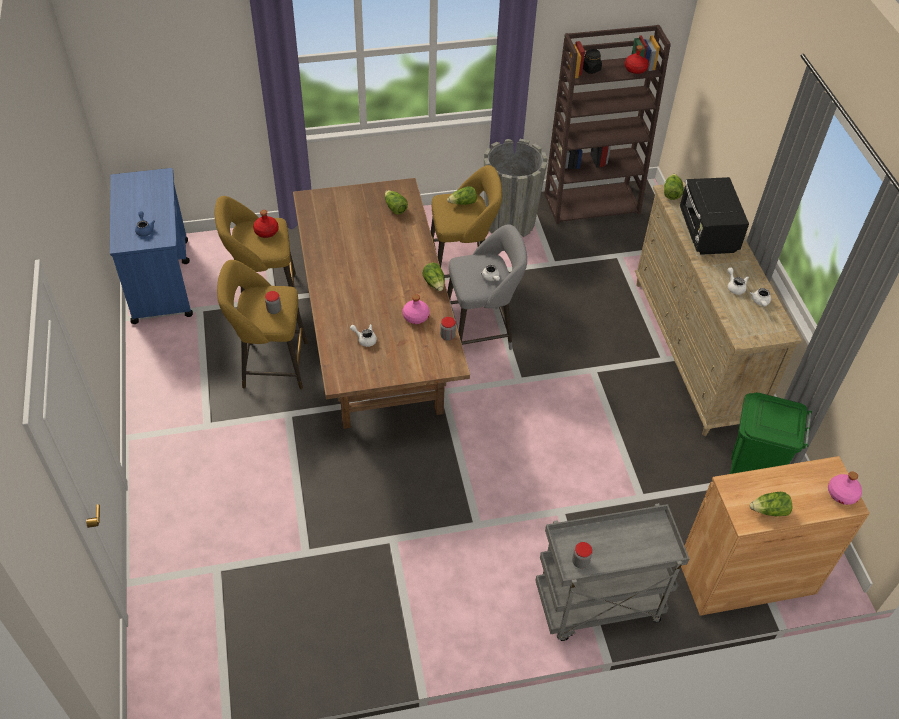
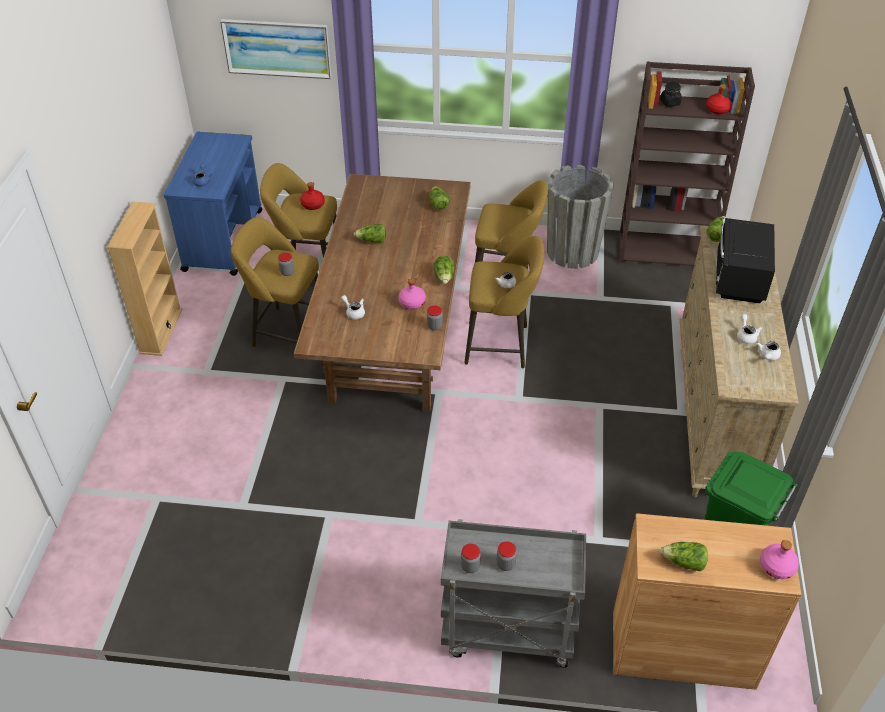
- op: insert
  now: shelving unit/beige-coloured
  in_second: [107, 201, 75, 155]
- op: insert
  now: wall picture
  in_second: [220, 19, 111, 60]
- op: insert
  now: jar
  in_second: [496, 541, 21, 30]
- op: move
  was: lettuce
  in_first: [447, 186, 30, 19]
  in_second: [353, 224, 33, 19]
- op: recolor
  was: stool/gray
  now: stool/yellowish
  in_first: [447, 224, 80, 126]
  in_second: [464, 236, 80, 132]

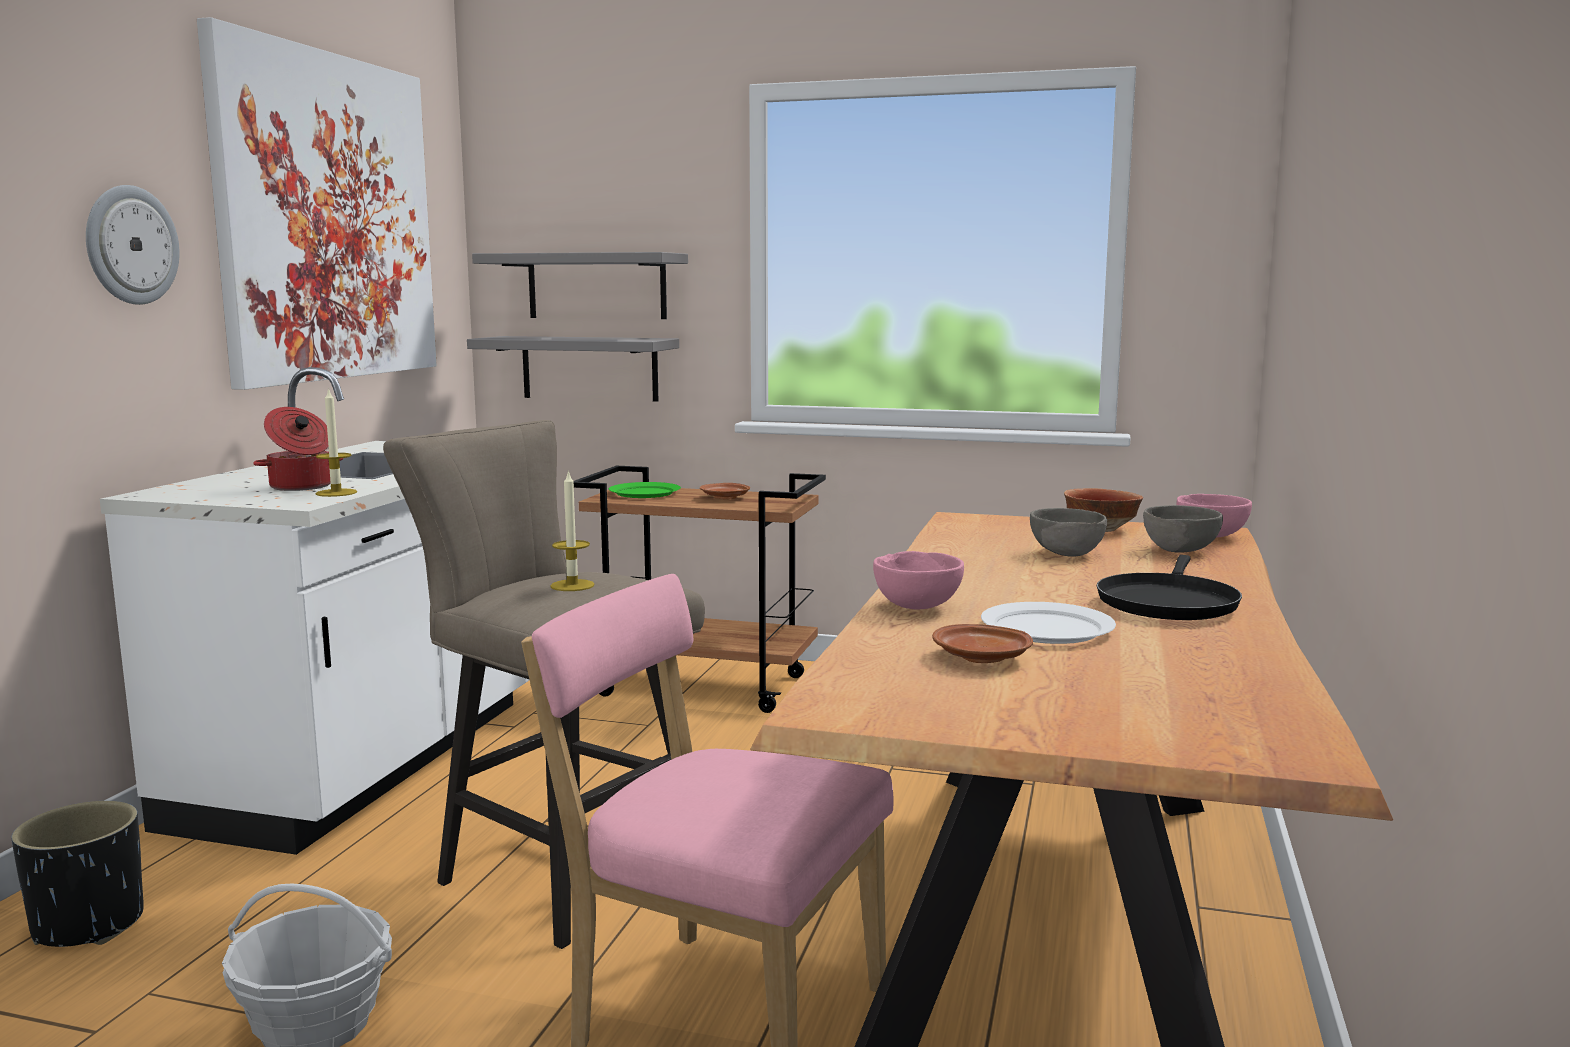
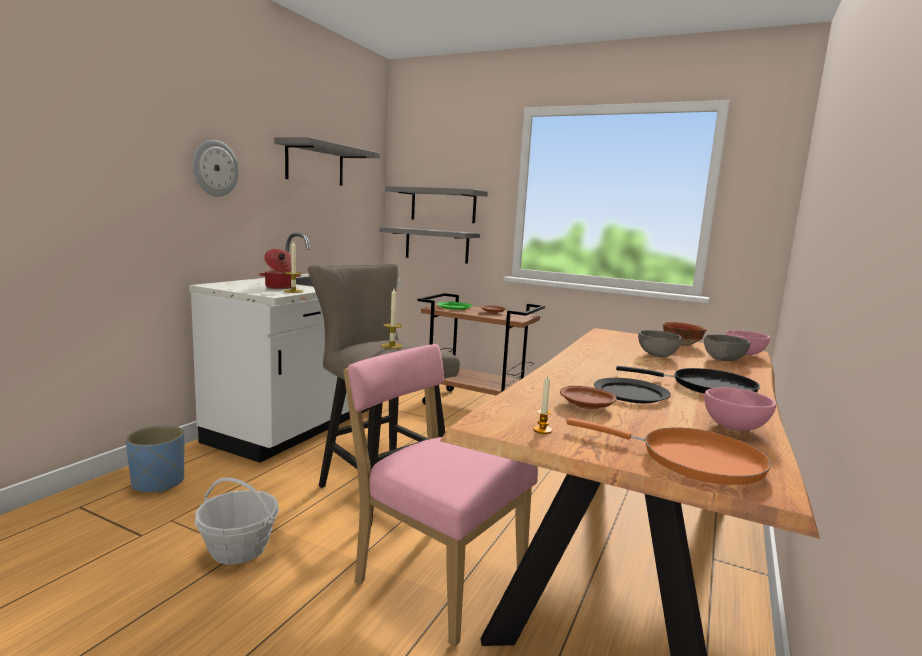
- op: insert
  now: candle
  in_second: [533, 377, 19, 57]
- op: insert
  now: frying pan/orangey
  in_second: [566, 418, 205, 67]
- op: move
  was: bowl/pinkish
  in_first: [873, 551, 91, 58]
  in_second: [704, 387, 72, 44]
- op: replace
  was: wall picture
  now: shelf/gray
  in_first: [197, 17, 240, 373]
  in_second: [275, 137, 105, 49]
- op: recolor
  was: flower pot/black
  now: flower pot/bluish
  in_first: [11, 801, 133, 146]
  in_second: [126, 425, 58, 68]
- op: recolor
  was: plate/white-coloured
  now: plate/black
  in_first: [981, 602, 135, 42]
  in_second: [594, 378, 77, 25]
- op: rotate
  was: frying pan/black
  in_first: [1097, 555, 145, 65]
  in_second: [616, 366, 144, 28]
  clockwise: -105

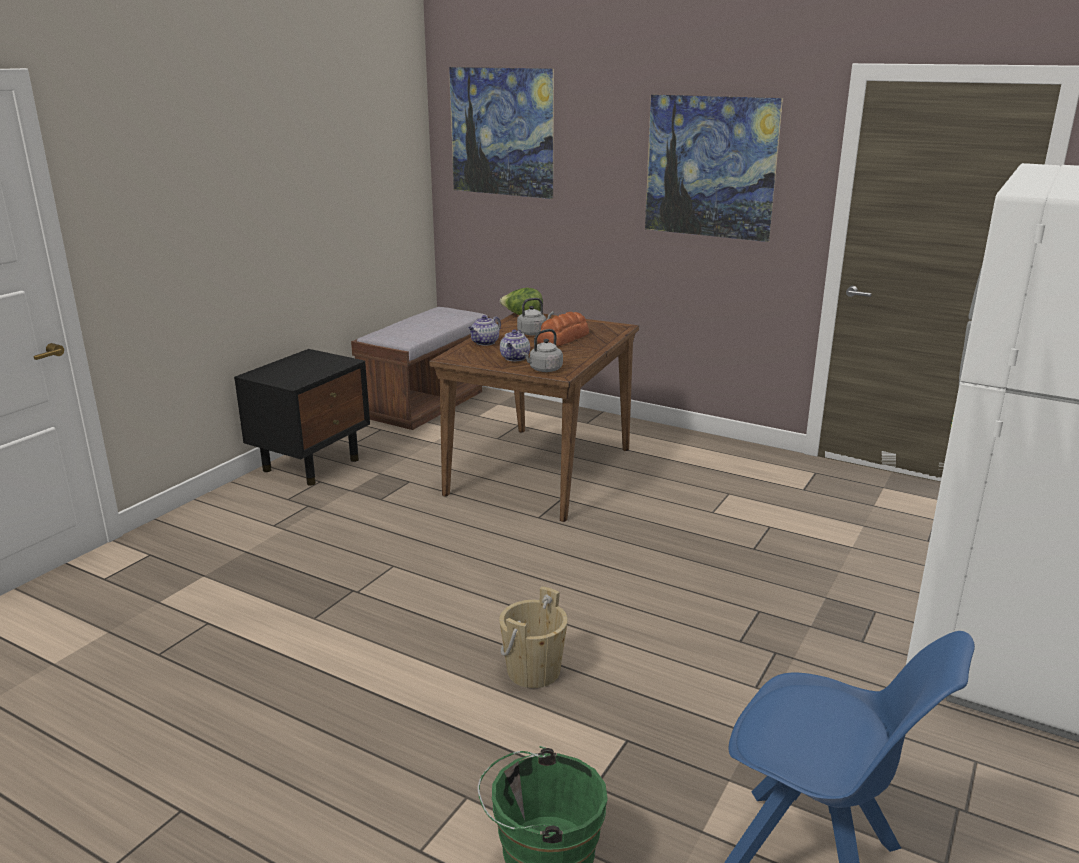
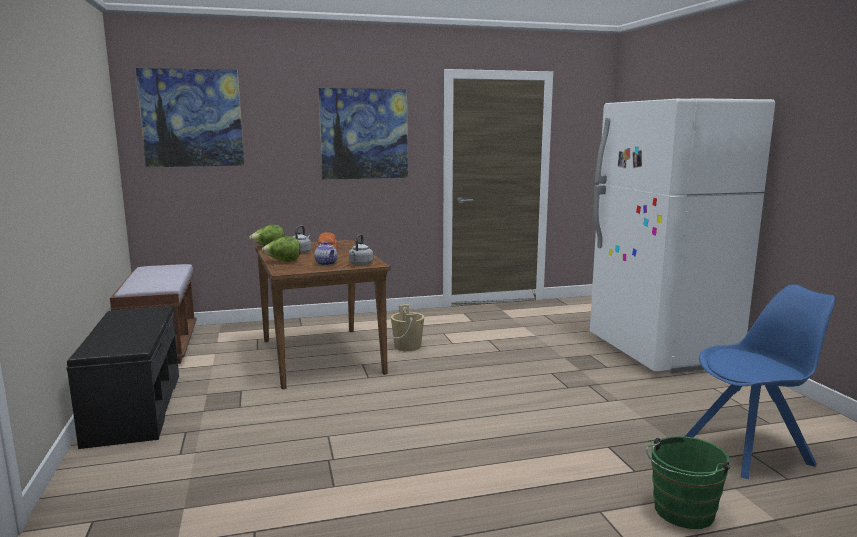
- op: move
  was: bucket/beige-coloured
  in_first: [499, 586, 69, 102]
  in_second: [391, 304, 33, 47]
- op: replace
  was: night table/black
  now: bench/black
  in_first: [234, 349, 136, 137]
  in_second: [67, 307, 112, 142]
- op: replace
  was: tea pot
  now: lettuce
  in_first: [468, 315, 33, 30]
  in_second: [262, 236, 39, 26]

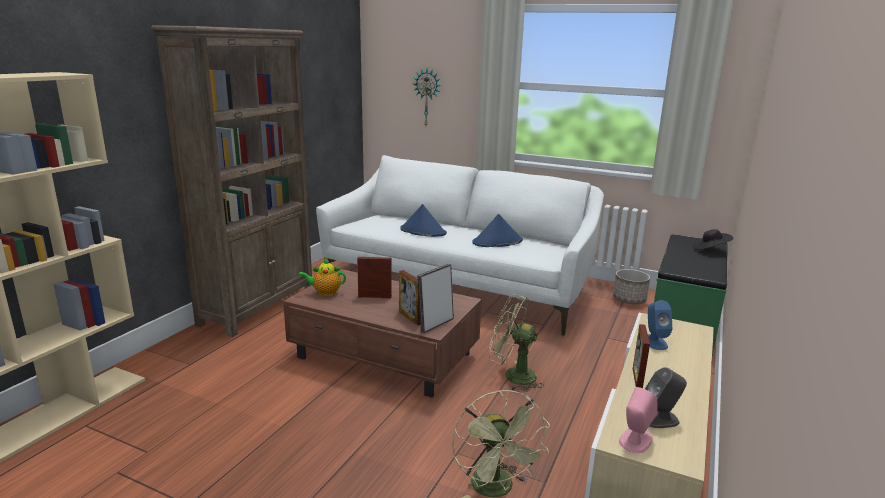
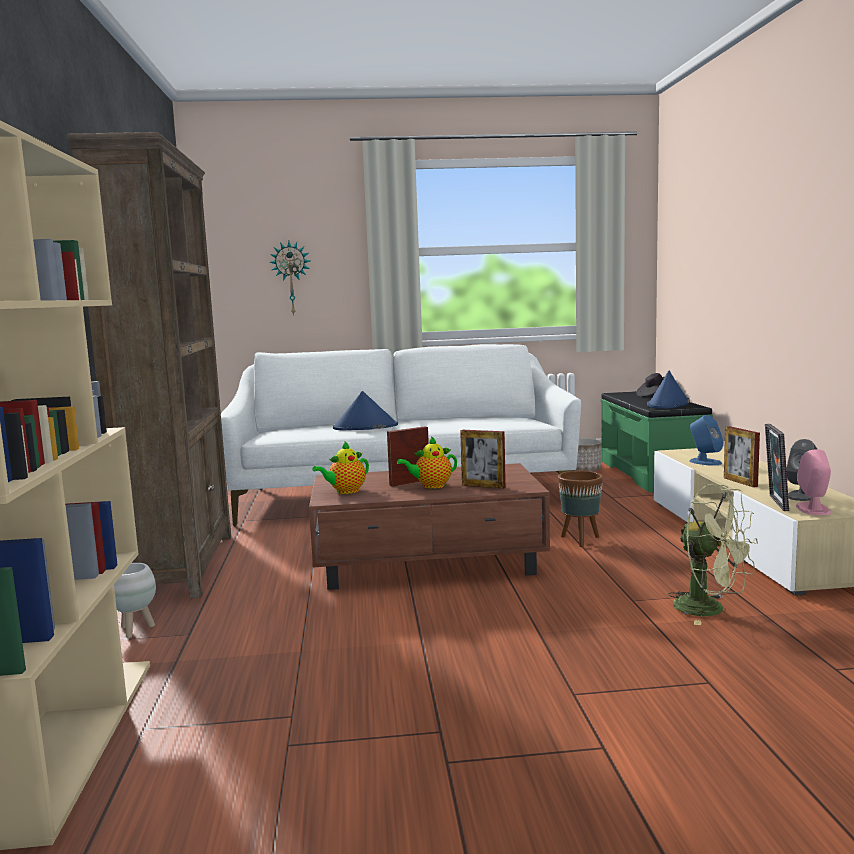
- op: insert
  now: flower pot/white-coloured
  in_second: [114, 563, 42, 75]
- op: insert
  now: tea pot
  in_second: [397, 436, 60, 53]
- op: move
  was: picture frame
  in_first: [417, 264, 37, 69]
  in_second: [765, 424, 24, 87]
- op: move
  was: hat/bluish
  in_first: [473, 214, 50, 33]
  in_second: [647, 370, 43, 39]
- op: replace
  was: fan/green-coloured
  now: flower pot/brown
  in_first: [489, 294, 55, 98]
  in_second: [558, 471, 45, 76]

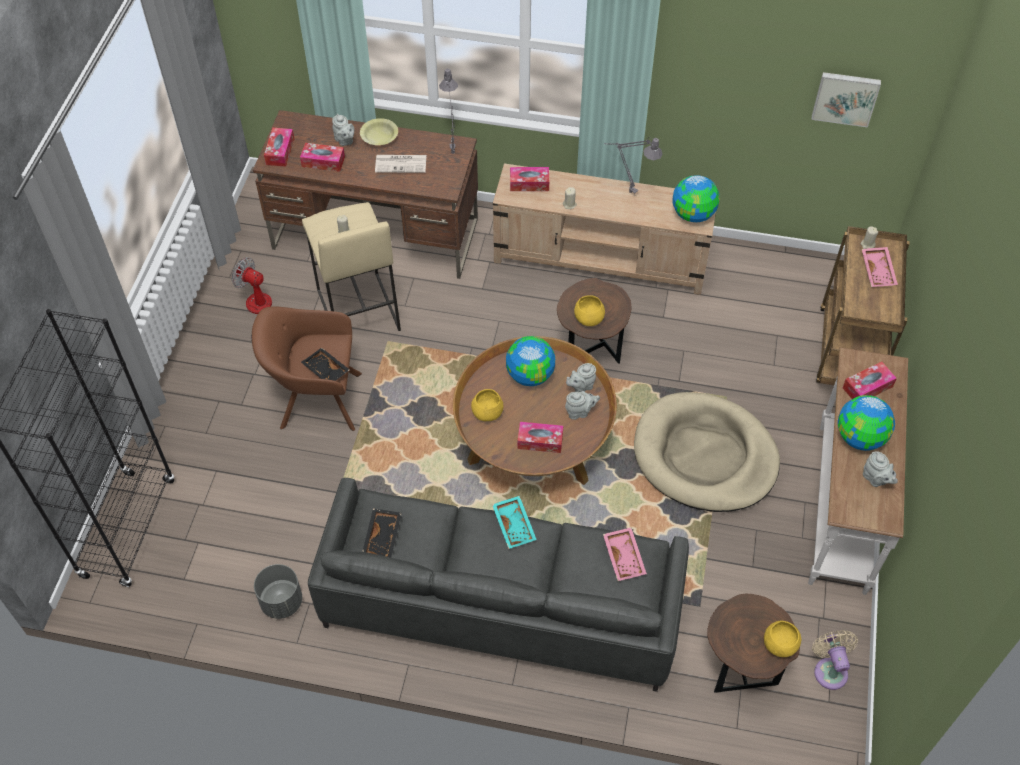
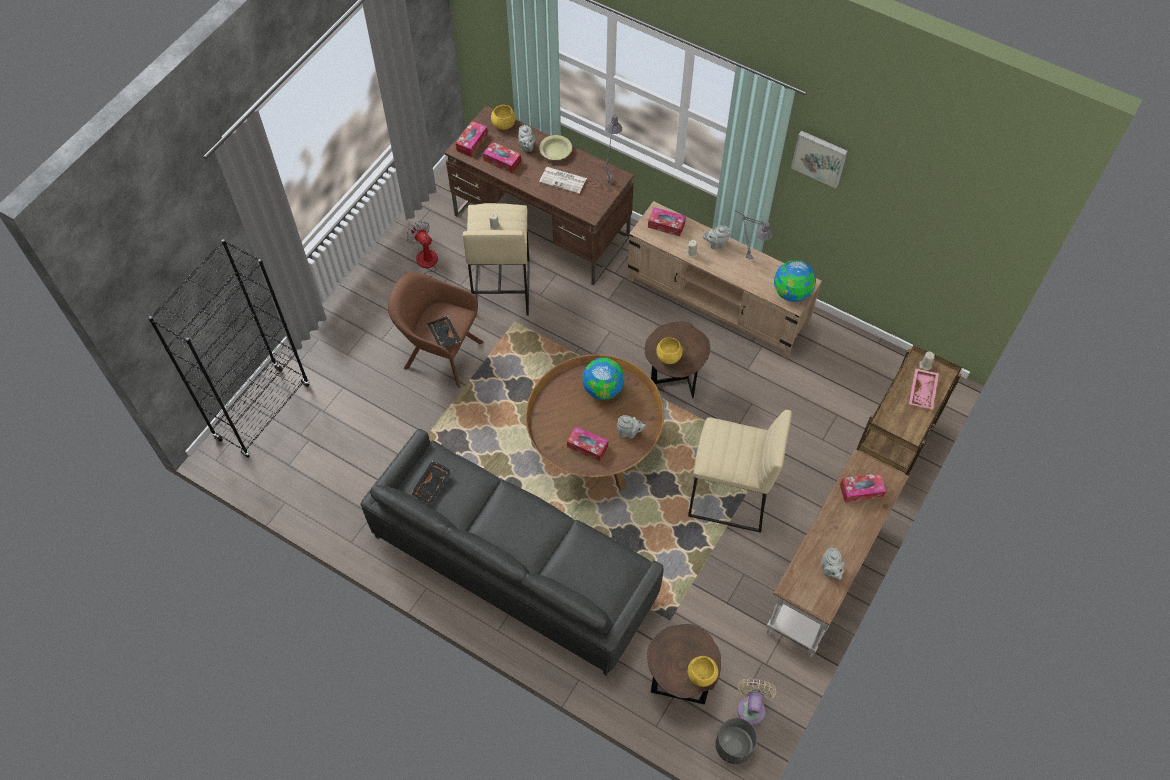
- op: delete
  was: carrying tray/blue-green
  in_first: [492, 496, 45, 53]
- op: delete
  was: carrying tray/pinkish
  in_first: [603, 527, 44, 54]
- op: delete
  was: globe
  in_first: [838, 395, 57, 56]
- op: move
  was: flower pot/gray
  in_first: [254, 564, 48, 55]
  in_second: [716, 718, 41, 46]
- op: move
  was: bowl/yellowish
  in_first: [471, 389, 32, 32]
  in_second: [491, 105, 24, 25]
- op: move
  was: tea pot/gray
  in_first: [566, 363, 30, 29]
  in_second: [703, 226, 27, 23]
- op: move
  was: wall picture
  in_first: [811, 72, 70, 56]
  in_second: [791, 131, 57, 57]
- op: replace
  was: dog cushion/beige-coloured
  now: stool/beige-coloured
  in_first: [634, 392, 146, 120]
  in_second: [688, 410, 104, 123]

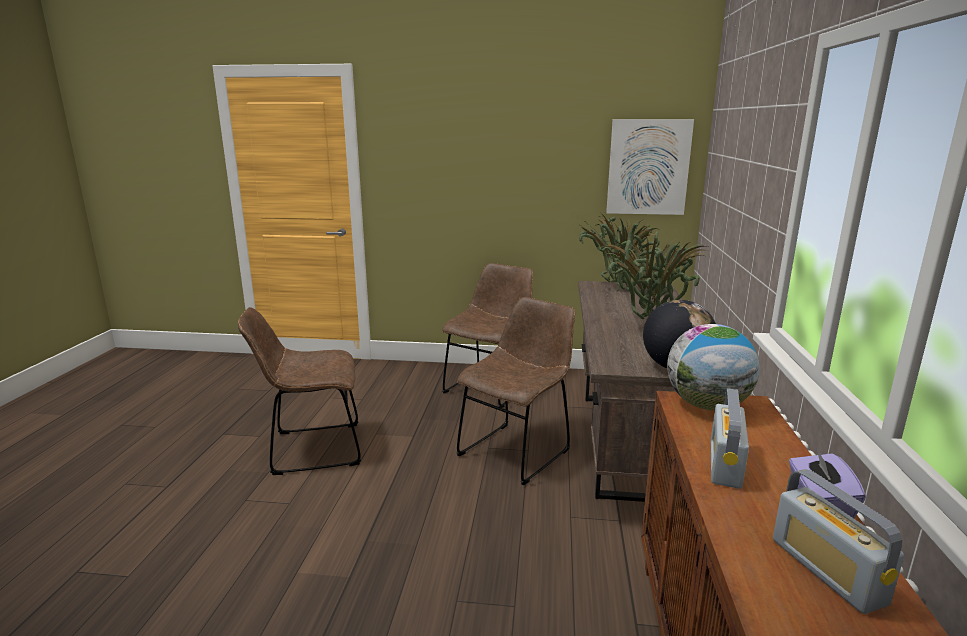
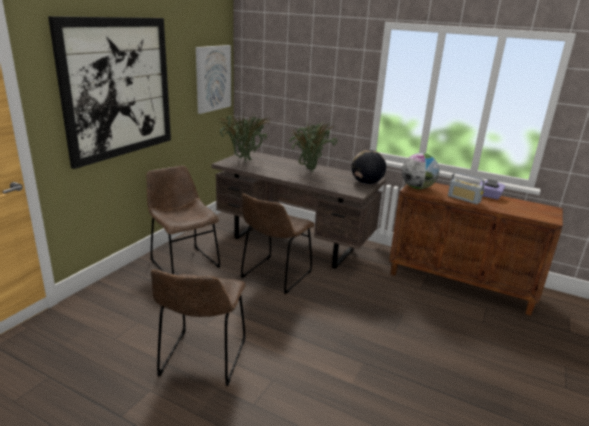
- op: delete
  was: radio receiver
  in_first: [773, 469, 131, 145]
- op: insert
  now: wall picture
  in_second: [48, 16, 123, 153]
- op: rotate
  was: chair/brown
  in_first: [456, 297, 119, 188]
  in_second: [241, 193, 74, 101]
  clockwise: -120

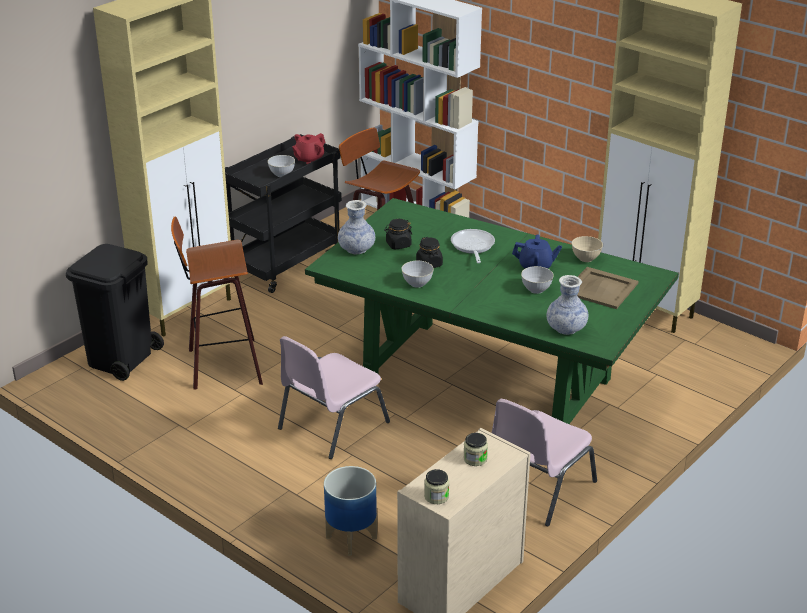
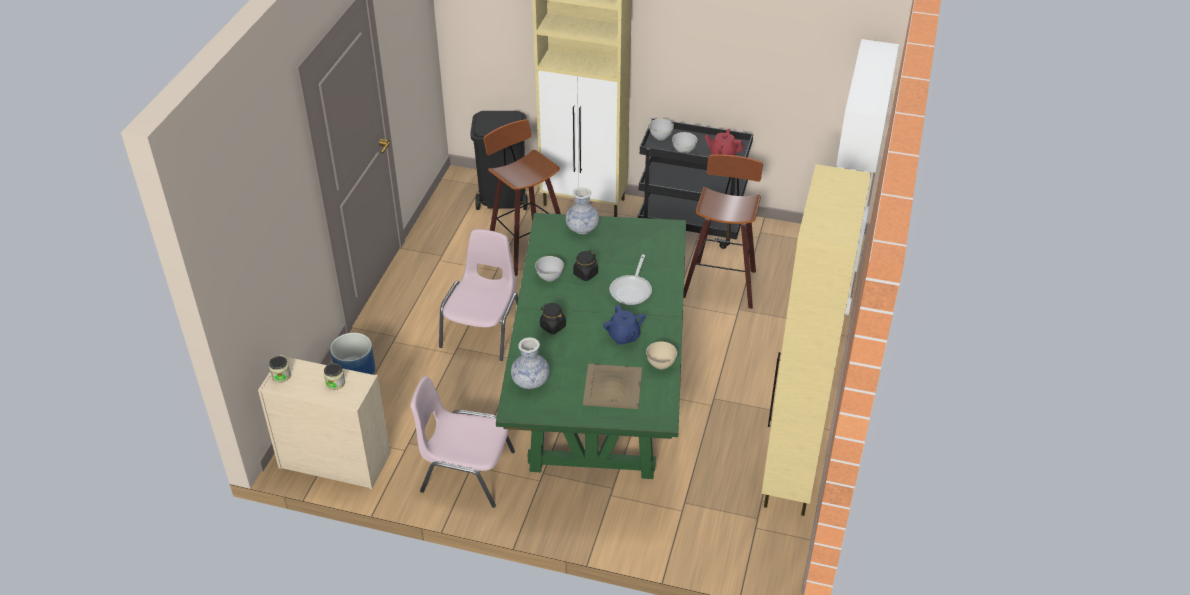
- op: move
  was: jar/black
  in_first: [384, 219, 28, 30]
  in_second: [540, 303, 26, 31]
- op: move
  was: bowl/gray
  in_first: [521, 266, 33, 28]
  in_second: [649, 119, 25, 21]
- op: rotate
  was: chair/pinkish
  in_first: [278, 336, 112, 123]
  in_second: [439, 229, 80, 132]
  clockwise: 90
- op: rotate
  was: frying pan
  in_first: [451, 229, 44, 34]
  in_second: [610, 254, 42, 51]
  clockwise: 135

